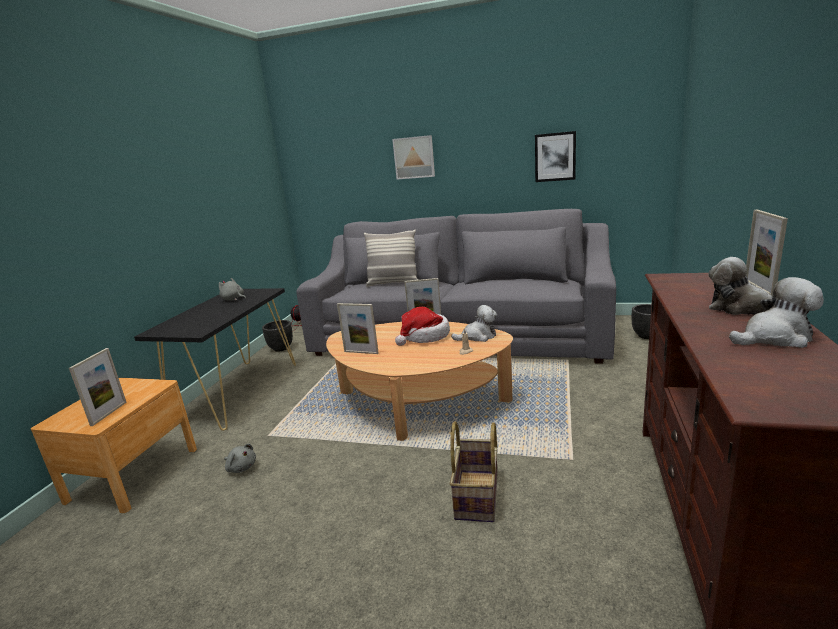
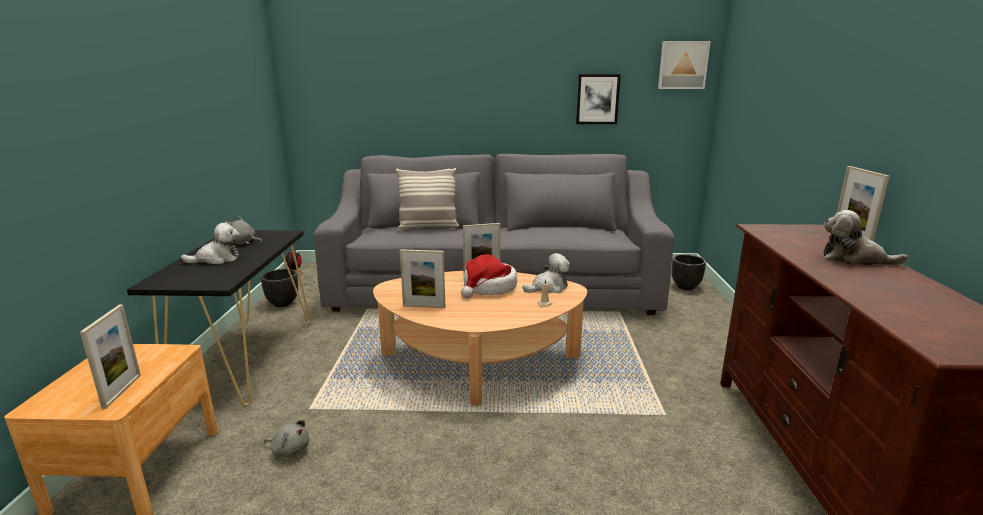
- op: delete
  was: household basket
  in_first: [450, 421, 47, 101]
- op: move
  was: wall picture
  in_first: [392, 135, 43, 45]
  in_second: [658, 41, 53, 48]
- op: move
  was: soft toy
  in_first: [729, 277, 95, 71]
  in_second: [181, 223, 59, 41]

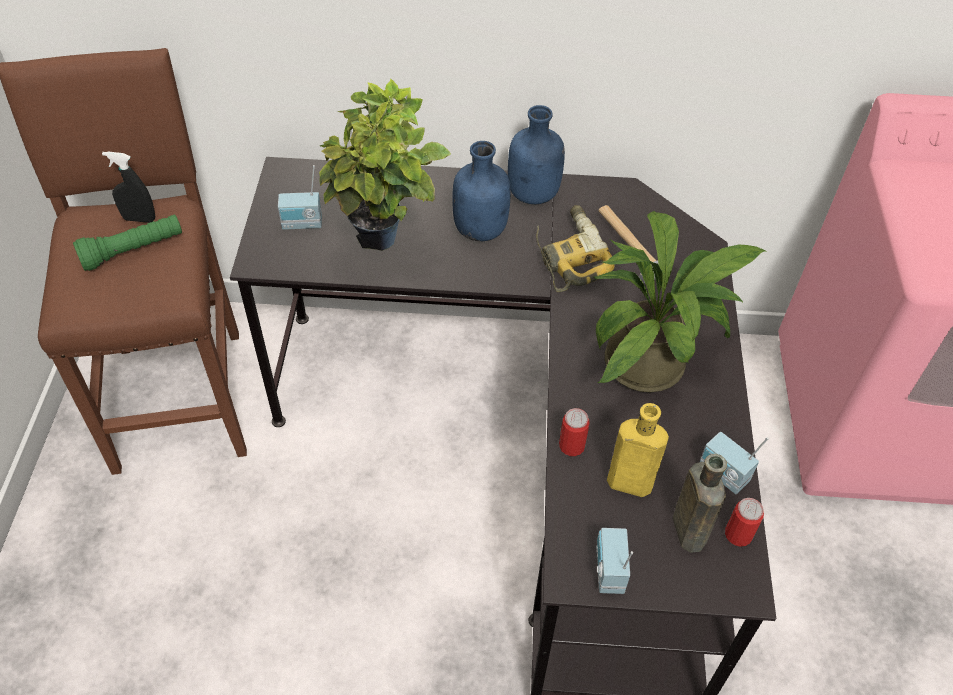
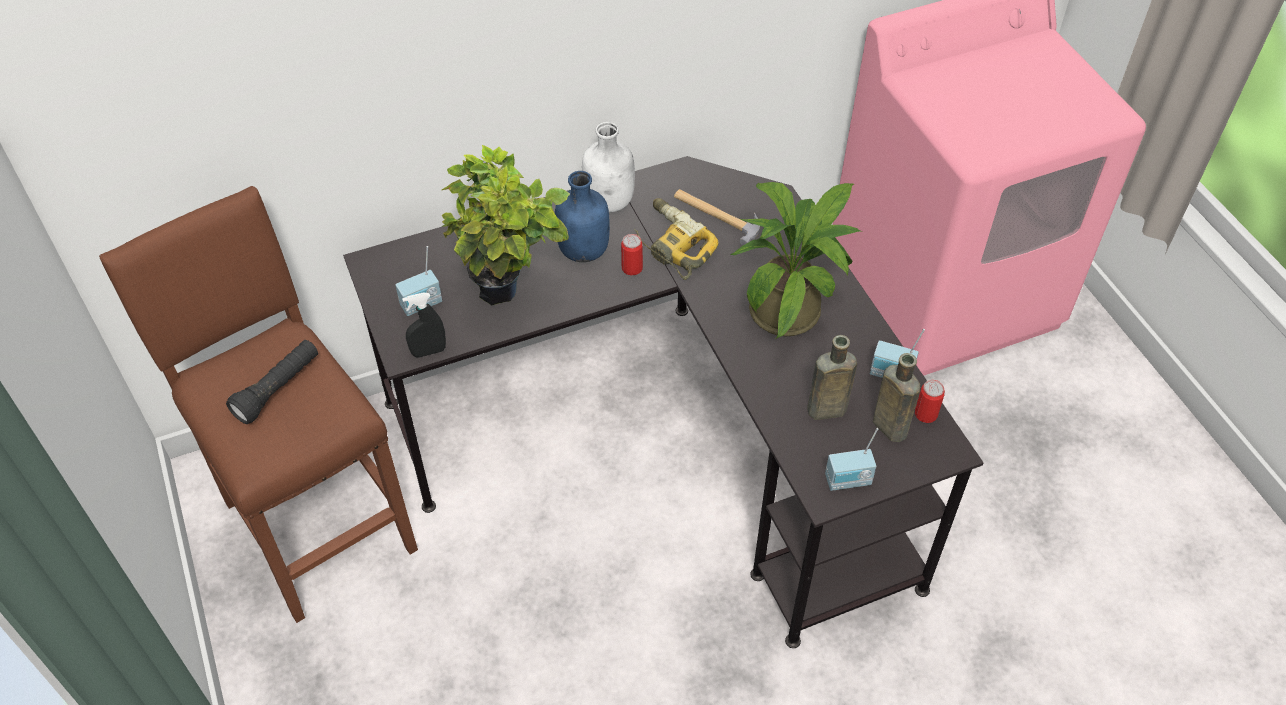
- op: move
  was: spray bottle/black
  in_first: [102, 151, 53, 72]
  in_second: [402, 292, 44, 66]
- op: move
  was: sealed can
  in_first: [559, 408, 31, 48]
  in_second: [621, 234, 22, 41]
- op: recolor
  was: flashlight/green-coloured
  now: flashlight/black
  in_first: [73, 215, 109, 56]
  in_second: [226, 340, 92, 84]
- op: recolor
  was: beverage bottle/bluish
  now: beverage bottle/white-coloured
  in_first: [508, 105, 57, 99]
  in_second: [582, 122, 53, 90]
- op: recolor
  was: beverage bottle/yellowish
  now: beverage bottle/brown
  in_first: [607, 403, 62, 94]
  in_second: [807, 335, 50, 85]
- op: rotate
  was: radio receiver
  in_first: [596, 528, 37, 66]
  in_second: [825, 428, 53, 63]
  clockwise: -75

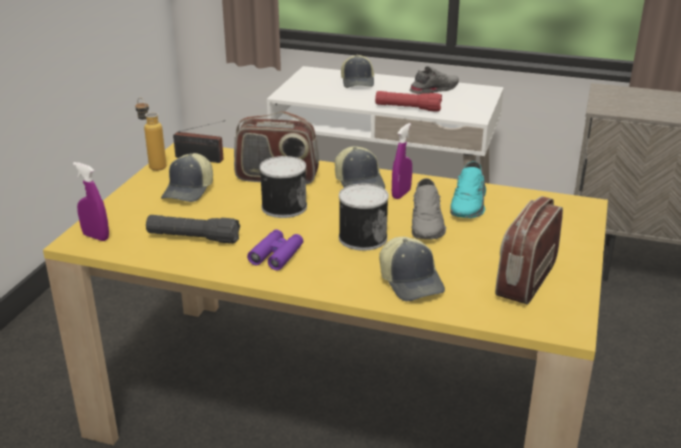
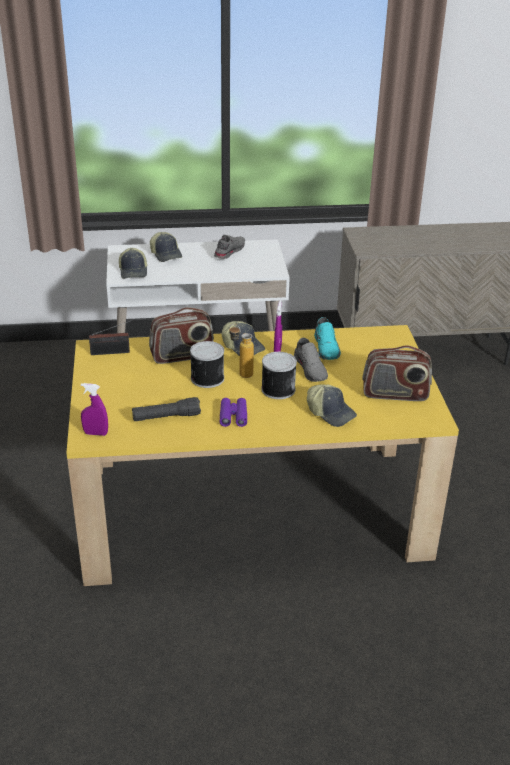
- op: delete
  was: flashlight/reddish
  in_first: [375, 91, 67, 21]
- op: move
  was: beverage bottle
  in_first: [135, 98, 31, 73]
  in_second: [229, 324, 25, 54]
- op: move
  was: cap
  in_first: [161, 153, 52, 49]
  in_second: [119, 248, 28, 31]
- op: rotate
  was: radio receiver
  in_first: [495, 196, 68, 109]
  in_second: [363, 345, 69, 56]
  clockwise: -90

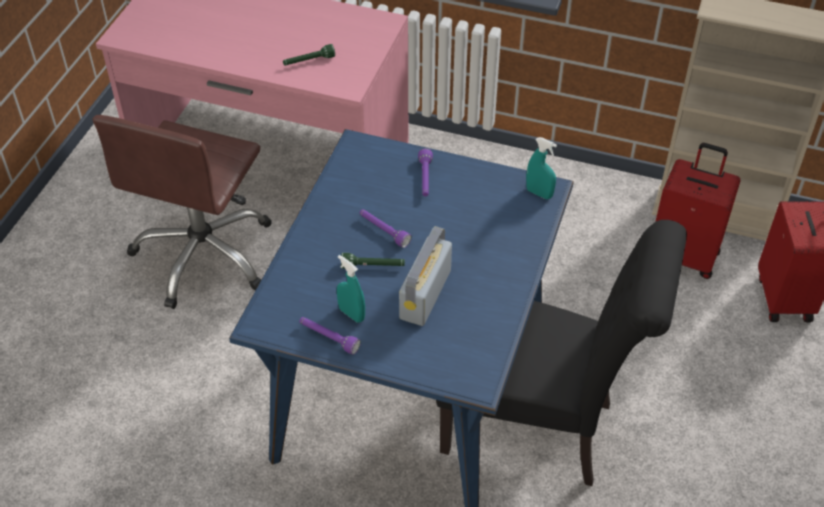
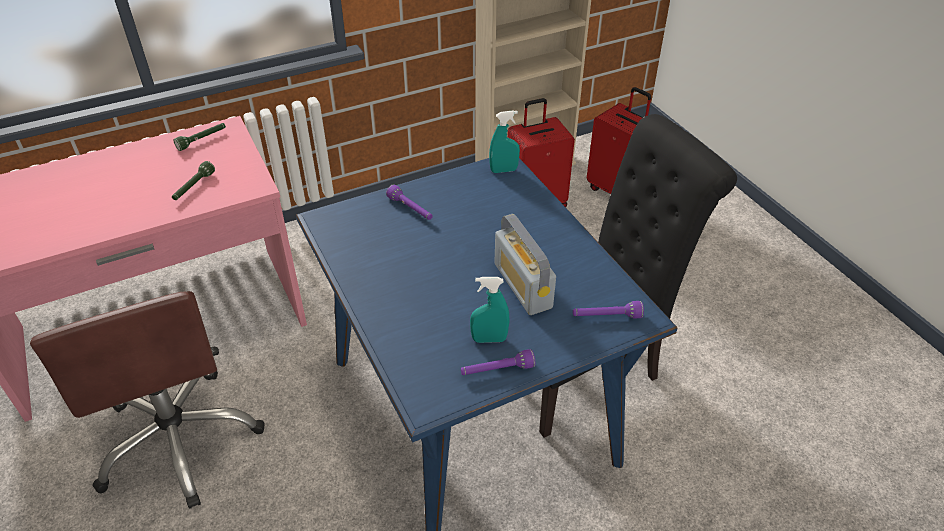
- op: move
  was: flashlight/green-coloured
  in_first: [341, 253, 64, 16]
  in_second: [173, 123, 53, 28]
- op: move
  was: flashlight/purple-coloured
  in_first: [360, 209, 52, 39]
  in_second: [573, 301, 71, 17]

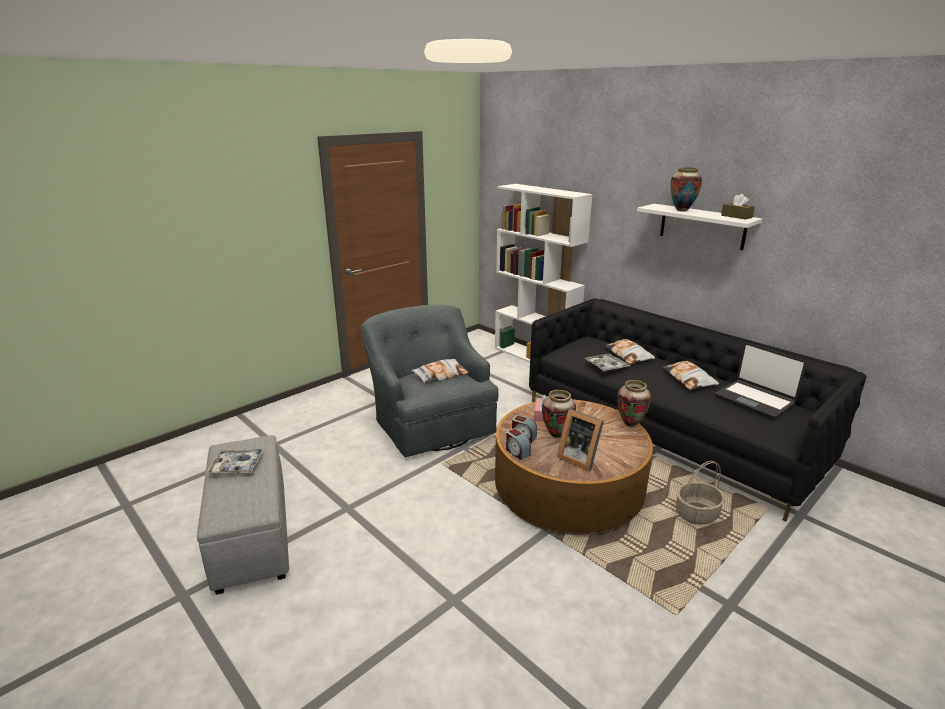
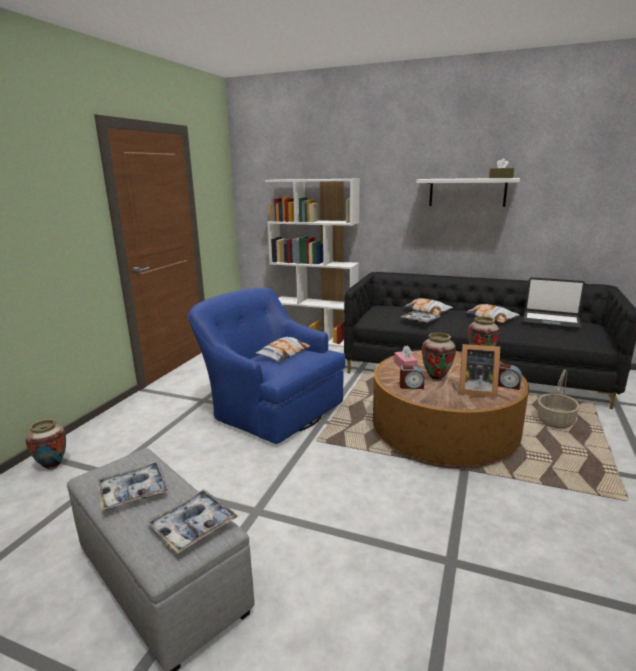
- op: insert
  now: carrying tray
  in_second: [147, 489, 91, 64]
- op: move
  was: table clock
  in_first: [506, 428, 25, 32]
  in_second: [498, 363, 24, 27]
- op: move
  was: vase
  in_first: [671, 167, 31, 44]
  in_second: [26, 419, 40, 51]
- op: recolor
  was: armchair/gray
  now: armchair/bluish
  in_first: [360, 305, 139, 152]
  in_second: [188, 288, 157, 156]

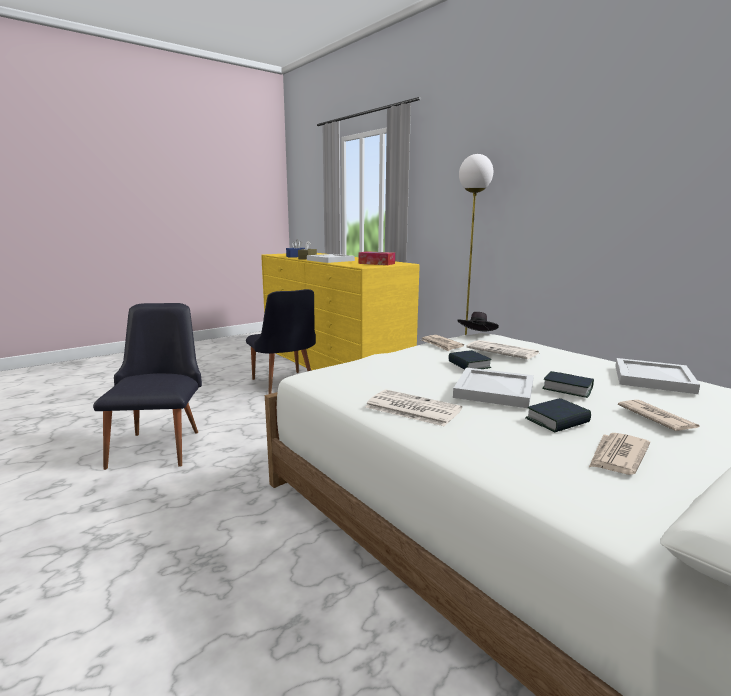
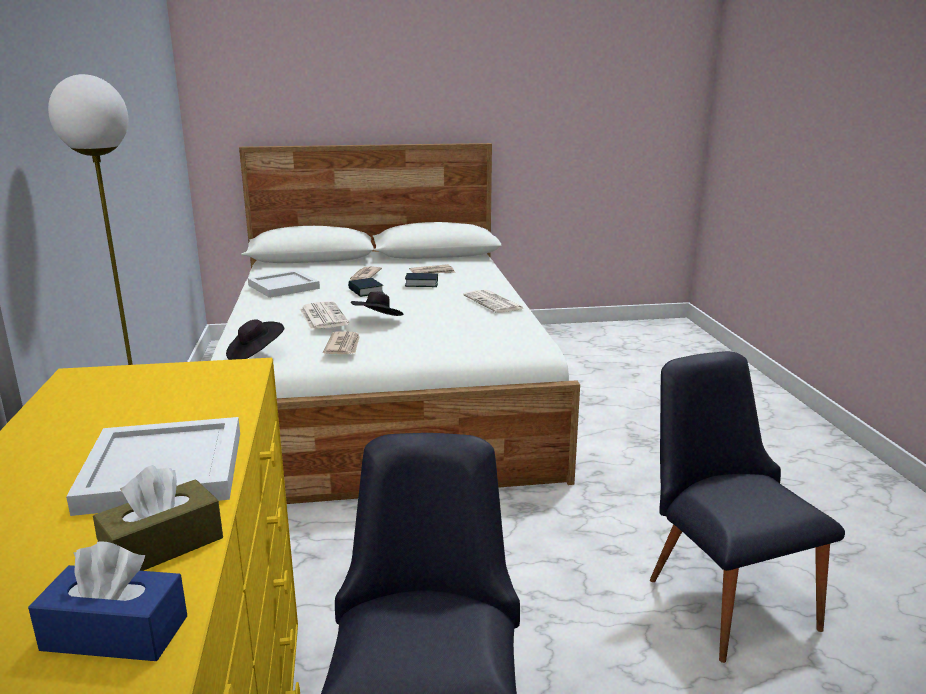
- op: delete
  was: box of tissues
  in_first: [358, 251, 37, 14]
- op: delete
  was: carrying tray/white-coloured
  in_first: [453, 367, 81, 41]
- op: replace
  was: bound book
  now: hat/black
  in_first: [448, 350, 44, 19]
  in_second: [351, 292, 53, 24]
- op: rotate
  was: chair/black
  in_first: [93, 303, 109, 167]
  in_second: [650, 351, 195, 312]
  clockwise: 135

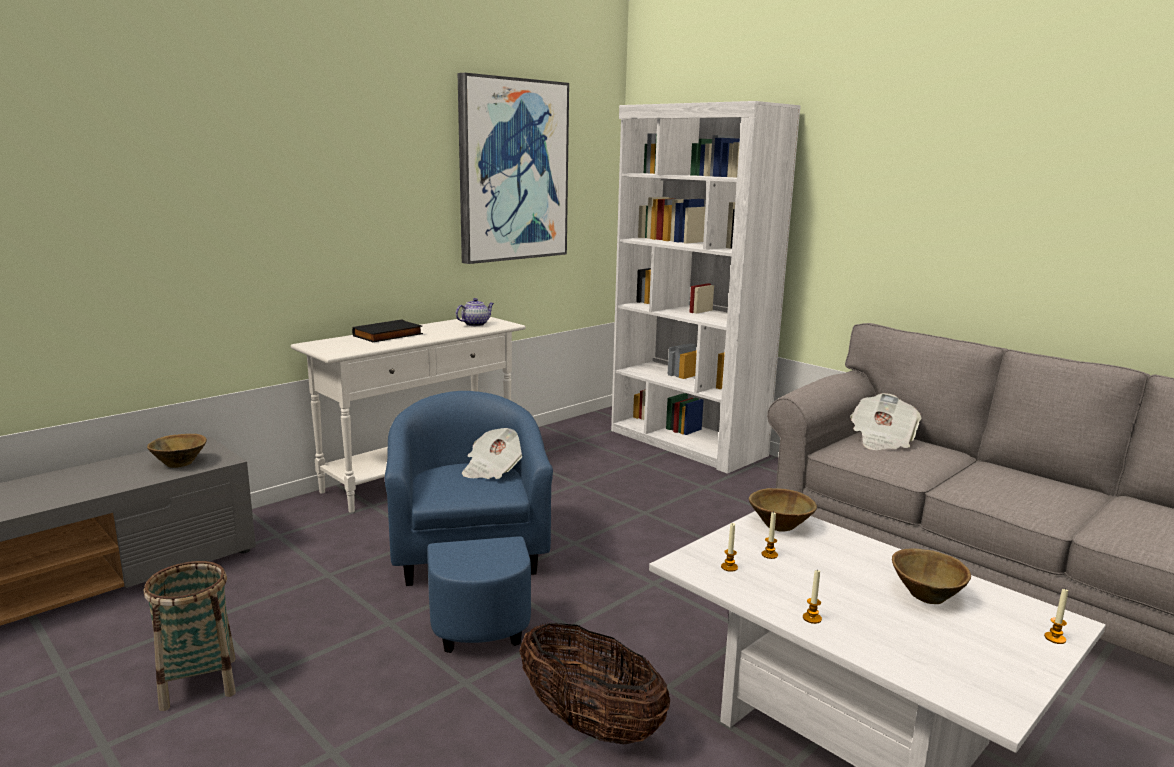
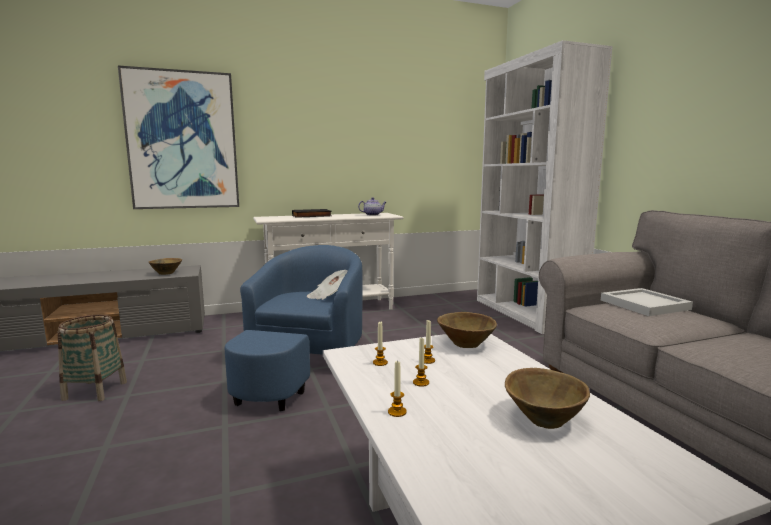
- op: delete
  was: household basket
  in_first: [519, 622, 151, 122]
- op: move
  was: wall picture
  in_first: [458, 73, 111, 191]
  in_second: [118, 65, 121, 144]
- op: move
  was: candle
  in_first: [1044, 588, 24, 56]
  in_second: [413, 338, 16, 49]
- op: replace
  was: newspaper
  now: carrying tray/white-coloured
  in_first: [850, 393, 71, 57]
  in_second: [601, 288, 92, 28]

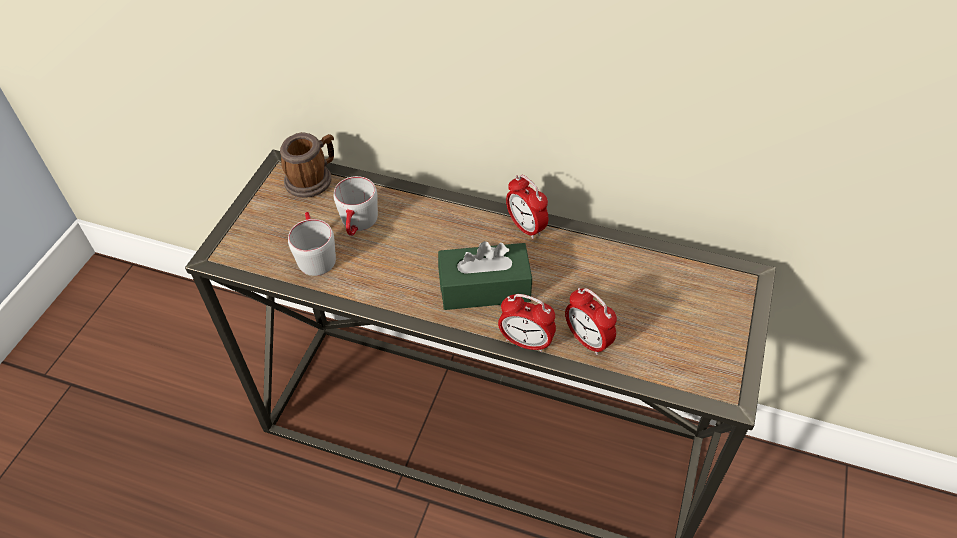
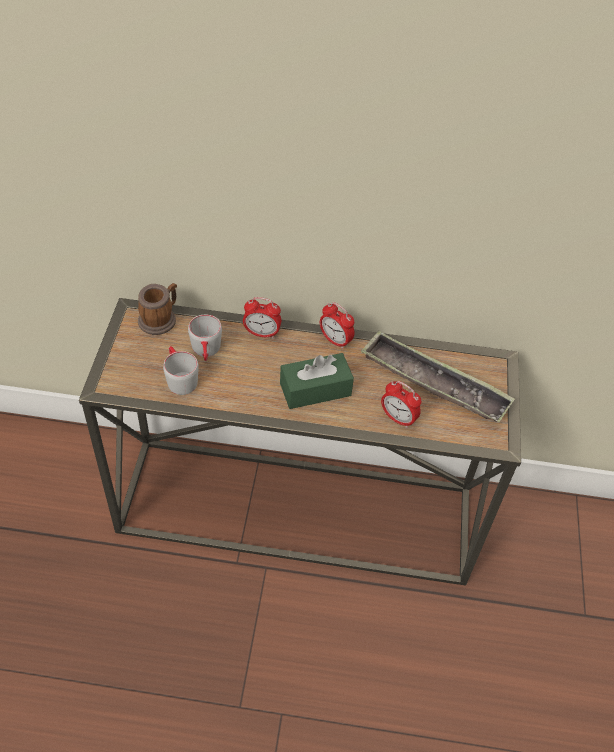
- op: insert
  now: carrying tray
  in_second: [361, 331, 154, 91]
- op: move
  was: table clock
  in_first: [498, 294, 58, 58]
  in_second: [243, 297, 38, 41]

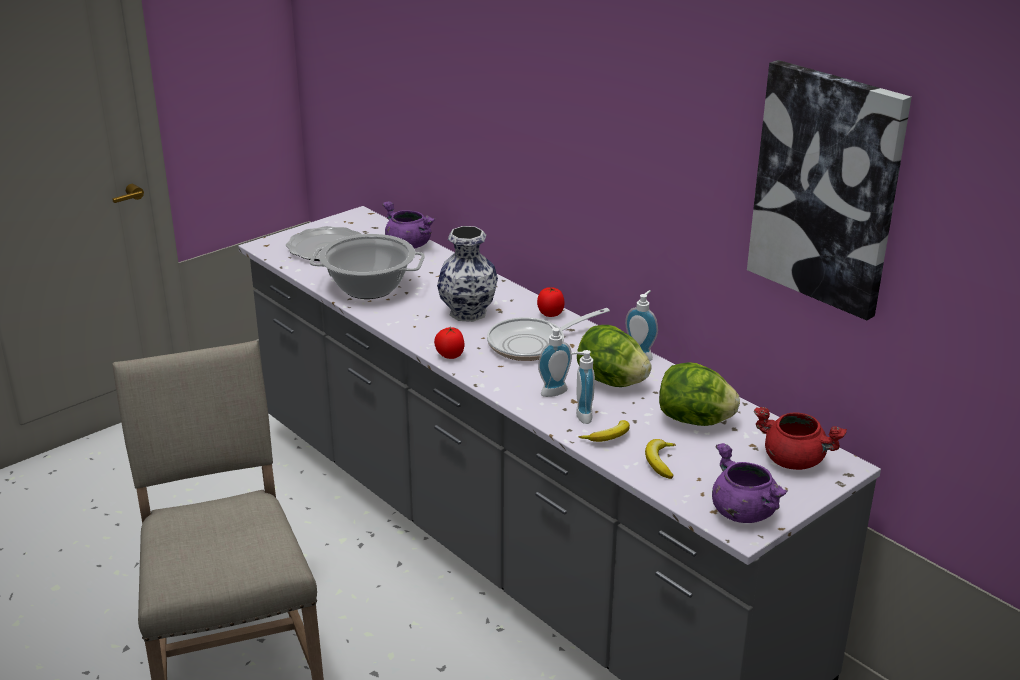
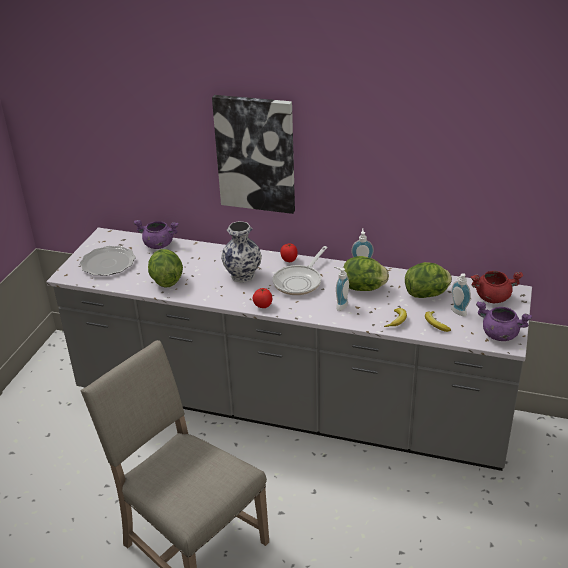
- op: move
  was: liquid soap bottle
  in_first: [571, 350, 24, 74]
  in_second: [451, 273, 20, 43]
- op: move
  was: wall picture
  in_first: [747, 60, 165, 260]
  in_second: [212, 95, 83, 119]
- op: replace
  was: stockpot
  now: lettuce
  in_first: [310, 234, 115, 65]
  in_second: [148, 249, 35, 38]

